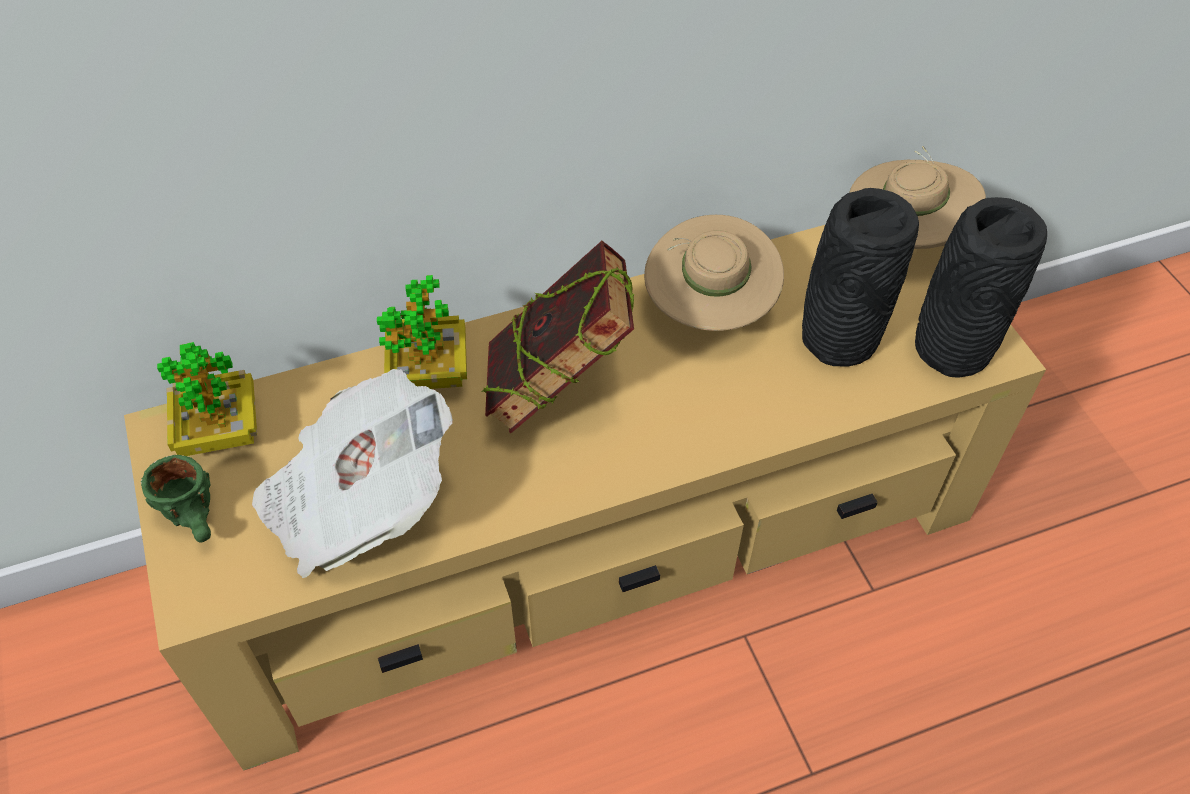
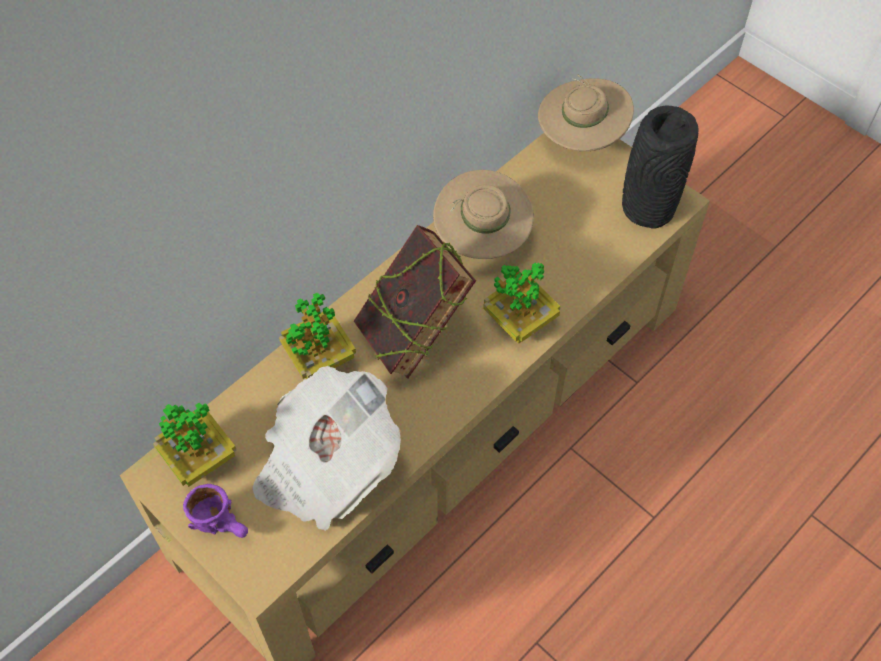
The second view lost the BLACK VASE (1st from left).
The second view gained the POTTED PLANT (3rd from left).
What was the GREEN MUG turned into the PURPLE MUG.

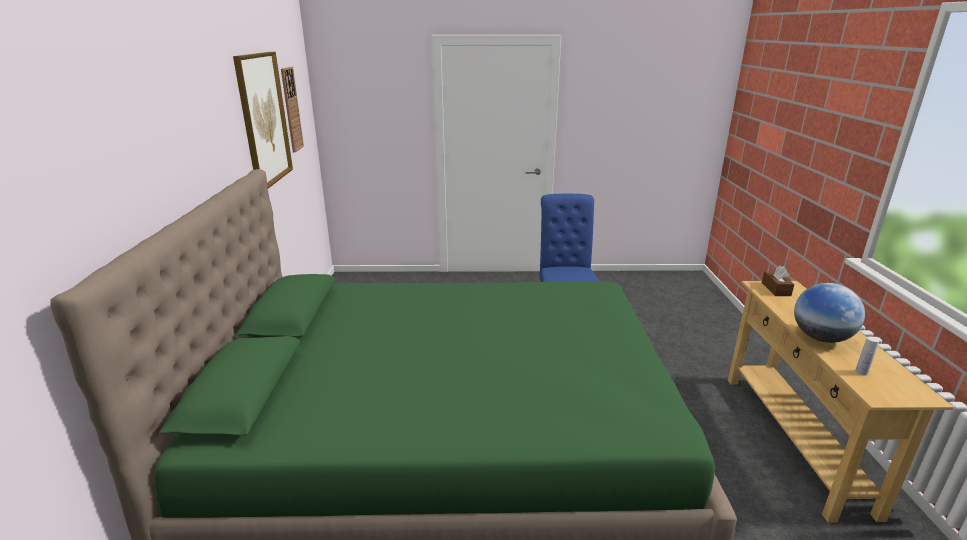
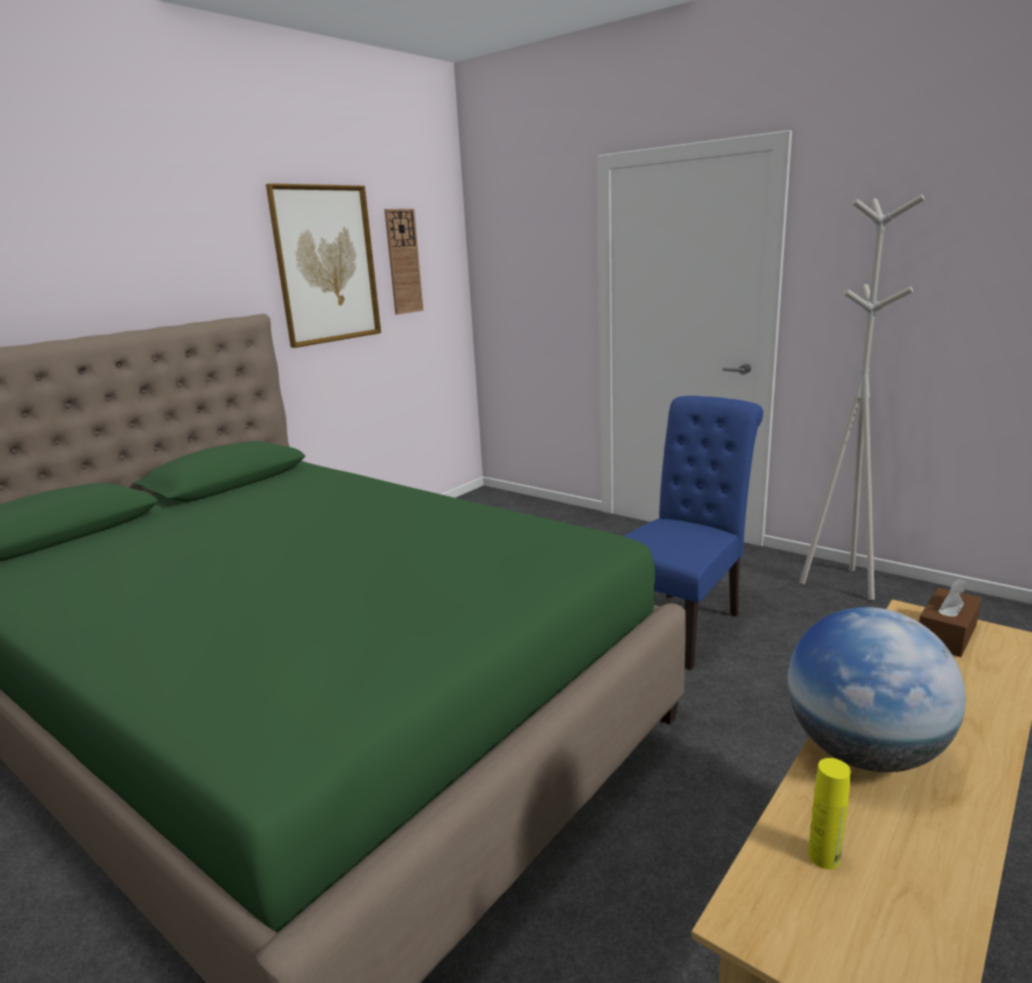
The second view gained the GREY CLOTHES RACK.
What was the WHITE BOTTLE turned into the YELLOW BOTTLE.

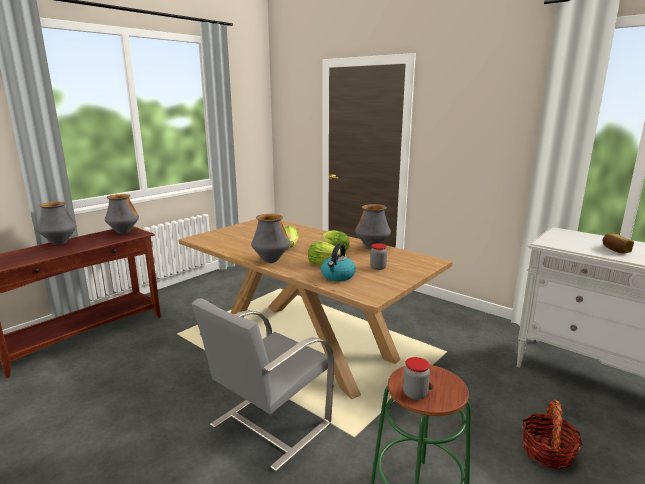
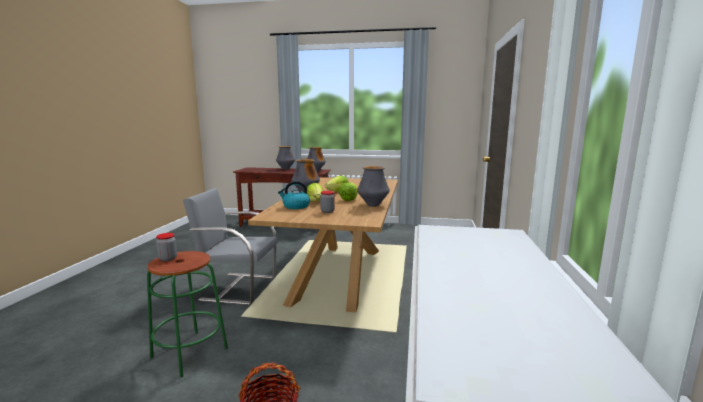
The second view lost the BREAD.

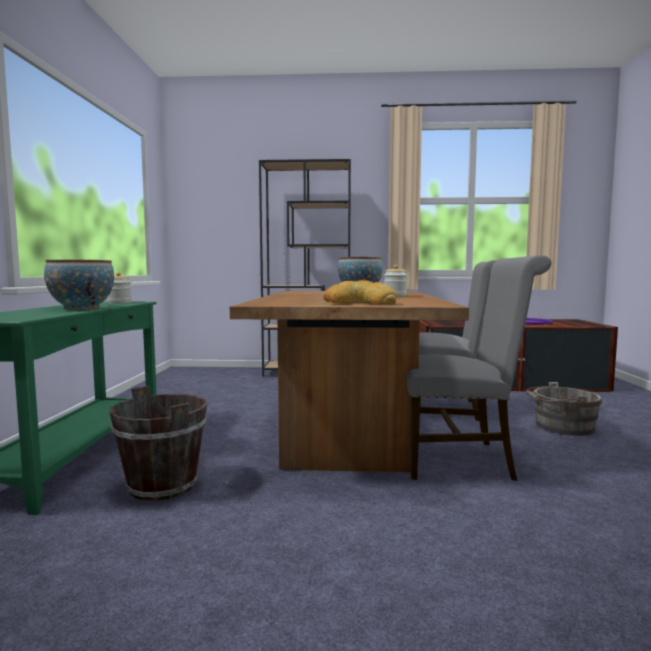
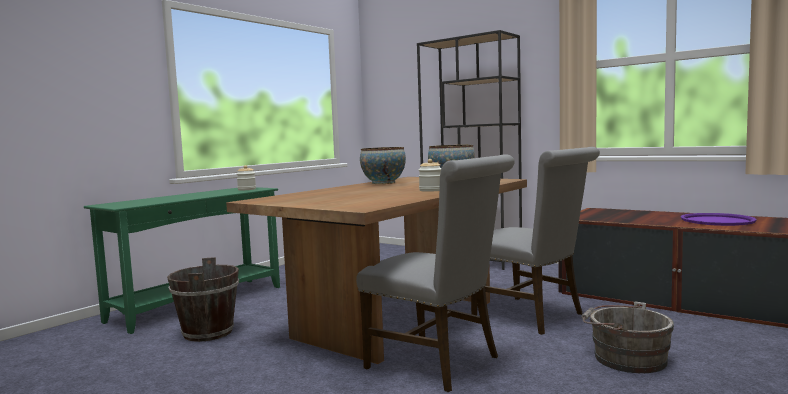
The second view lost the BREAD.
The BOWL (1st from left) ended up elsewhere.

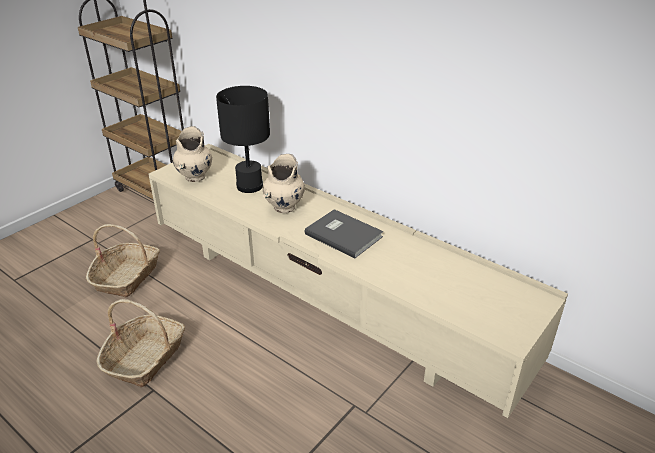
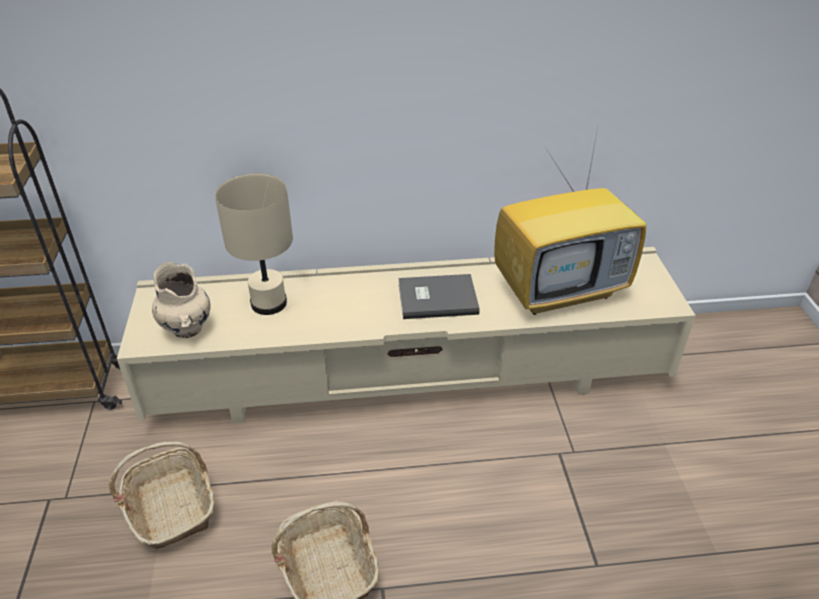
The second view lost the BEIGE VASE (2nd from left).
The second view gained the TELEVISION.
What was the BLACK TABLE LAMP turned into the BEIGE TABLE LAMP.

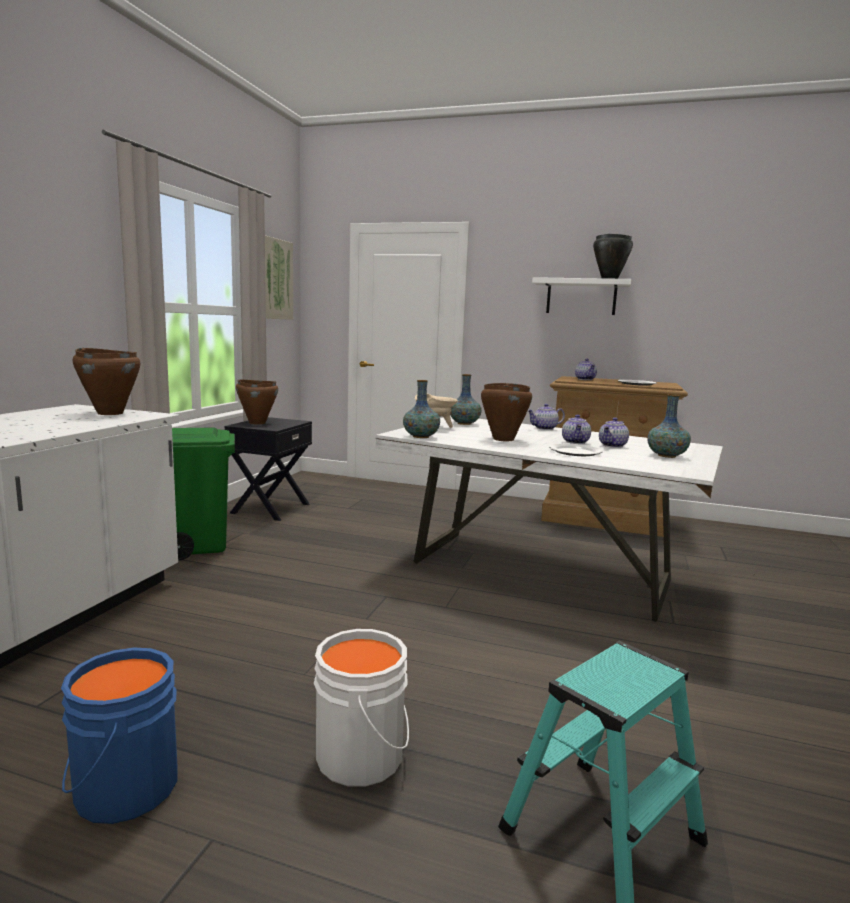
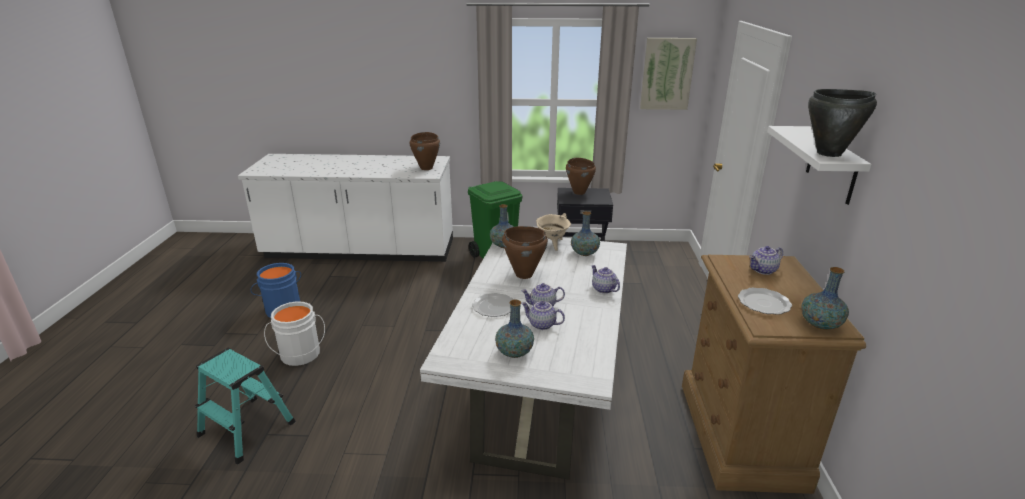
The second view gained the VASE (4th from left).

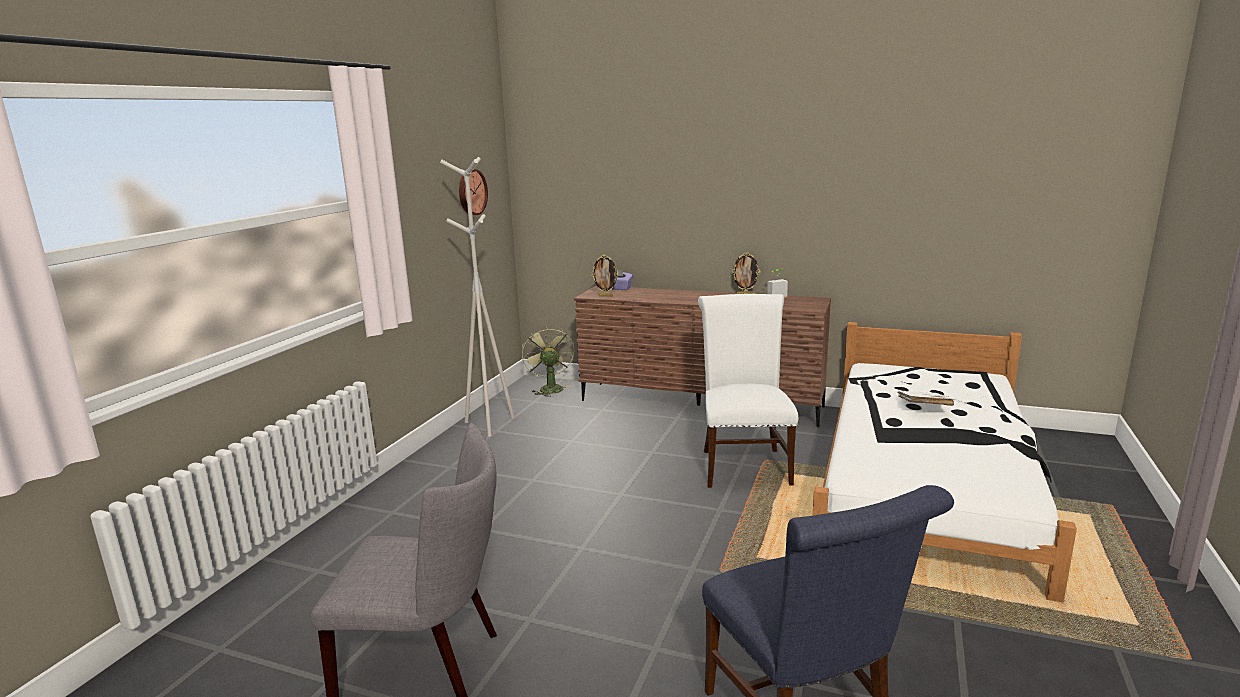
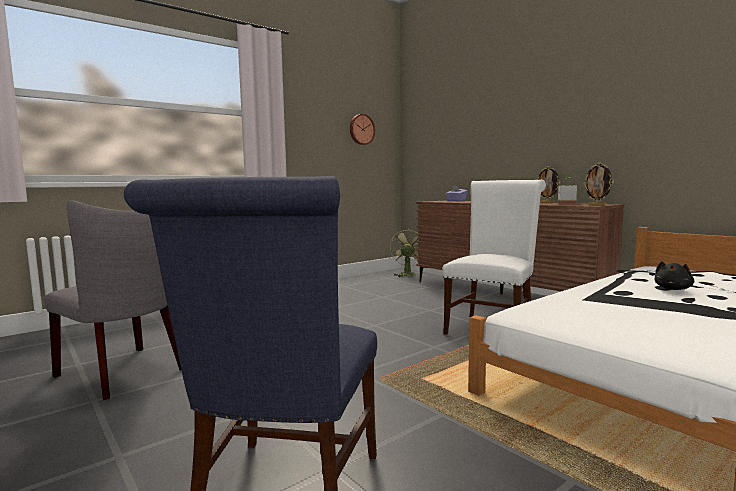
The second view lost the GREY CLOTHES RACK.
The PICTURE FRAME (1st from left in the first image) ended up elsewhere.
Where the WHITE BOOK stood, the BLACK PLUSH TOY came to stand.

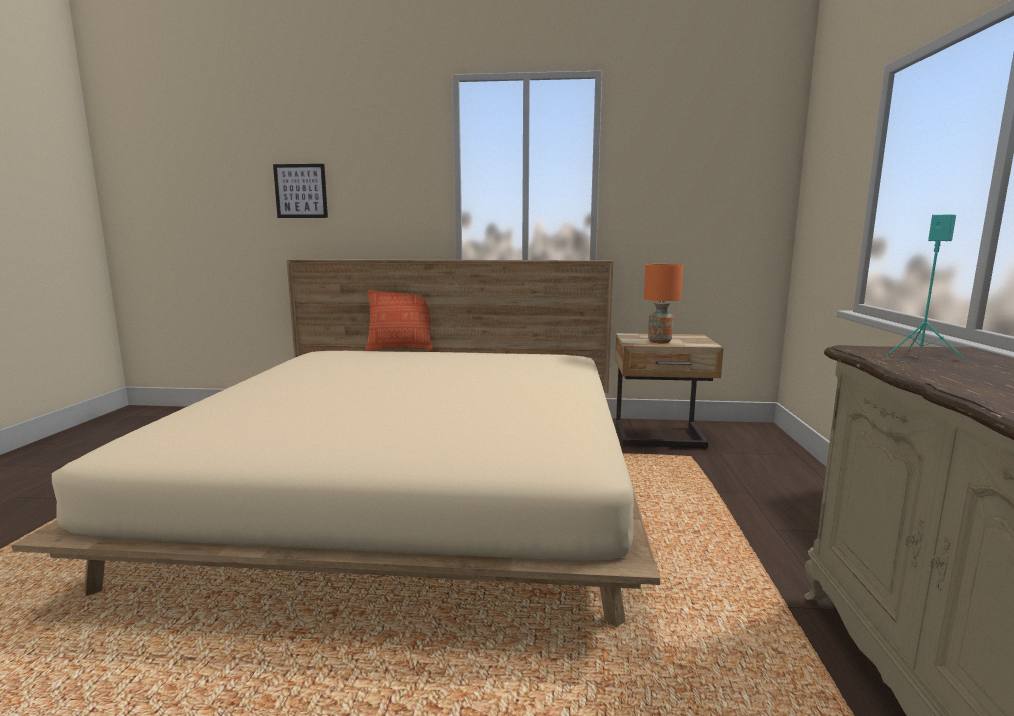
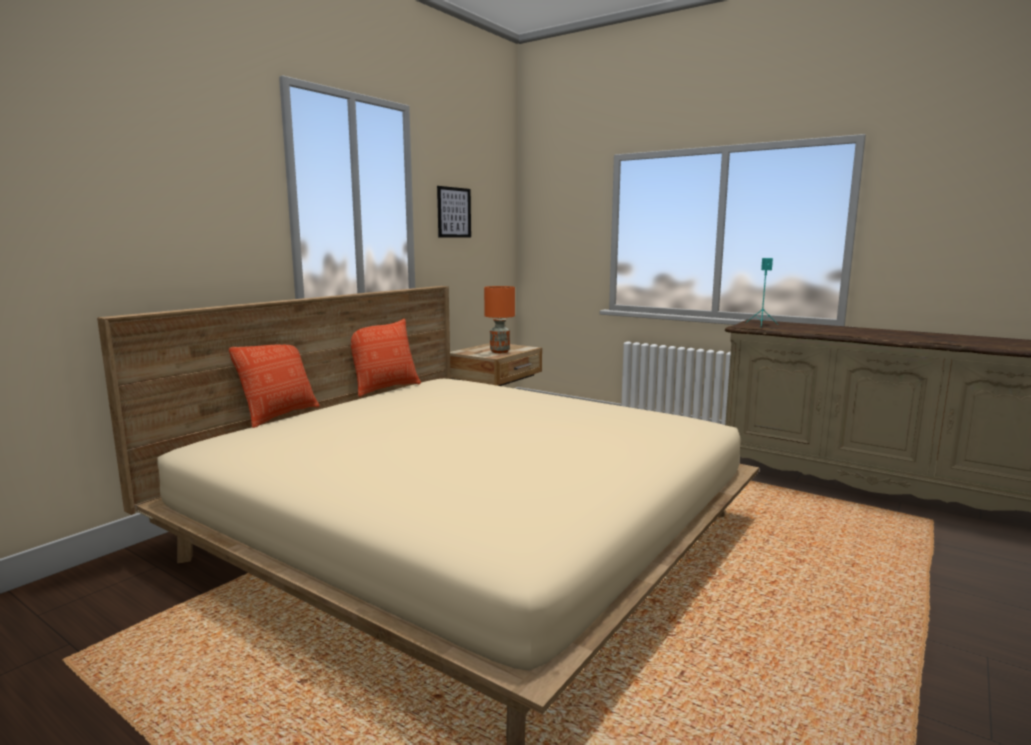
The second view gained the ORANGE PILLOW (2nd from left).
The PICTURE ended up elsewhere.

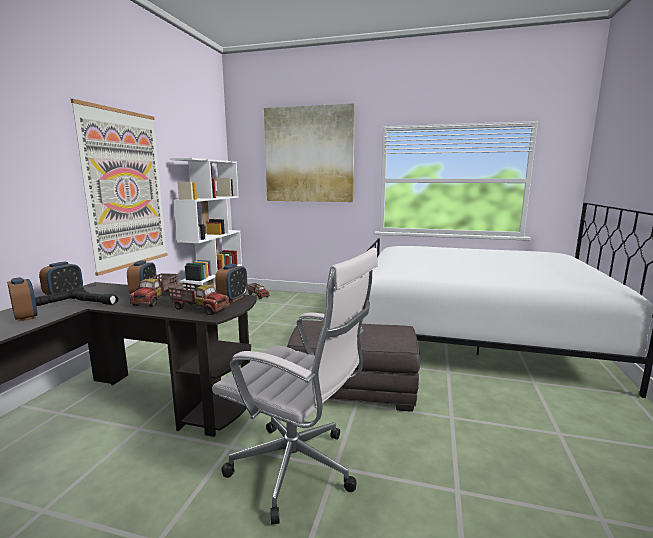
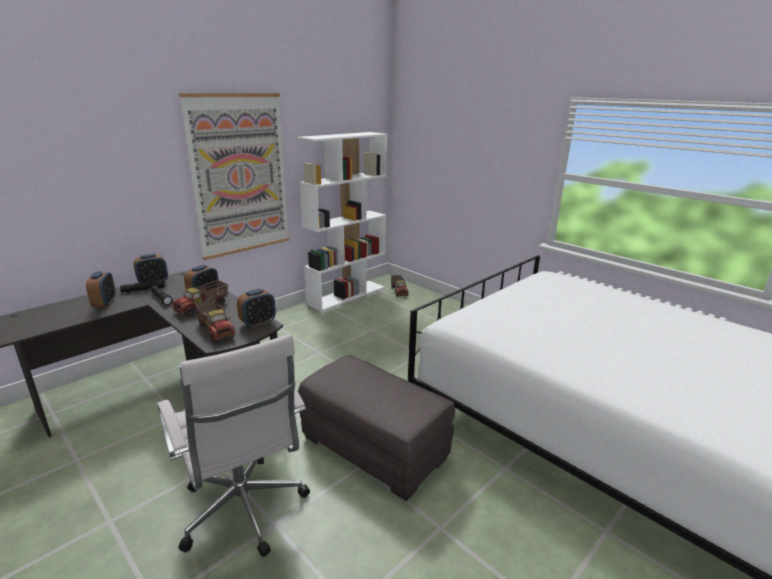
The second view lost the PICTURE (2nd from left).

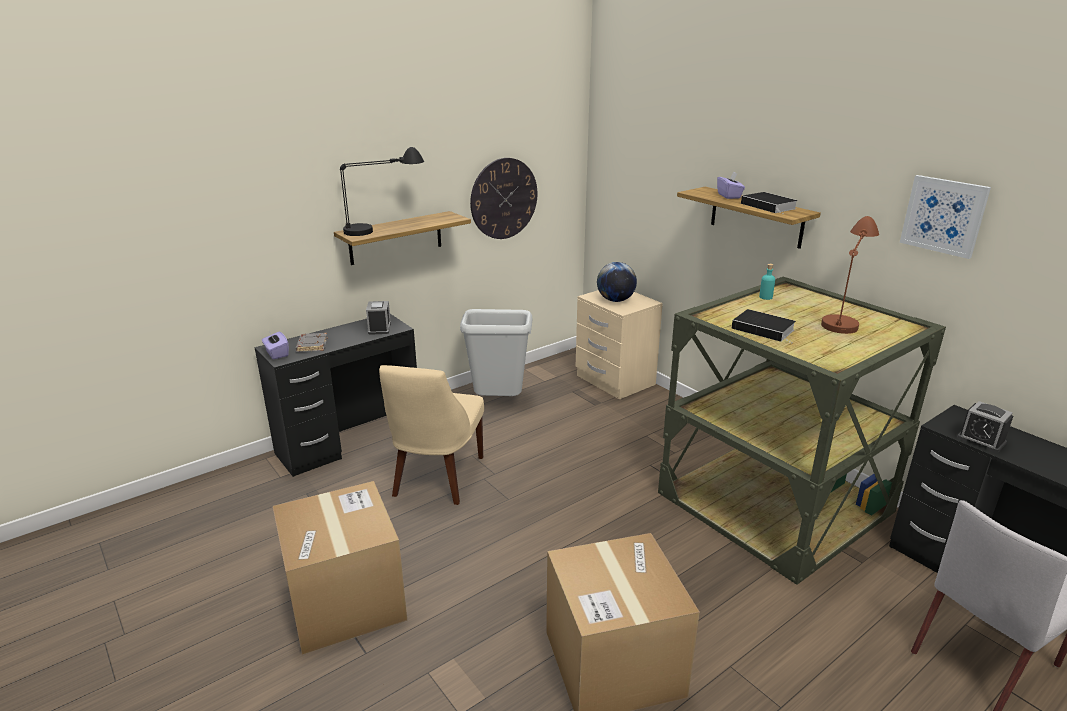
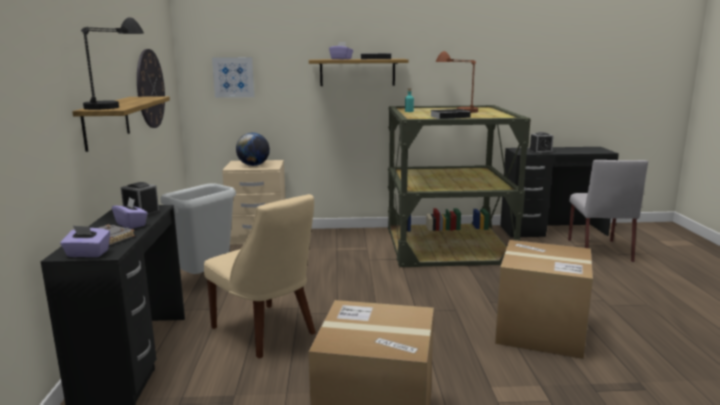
The second view gained the PURPLE TISSUE BOX (2nd from left).
The PICTURE ended up elsewhere.

